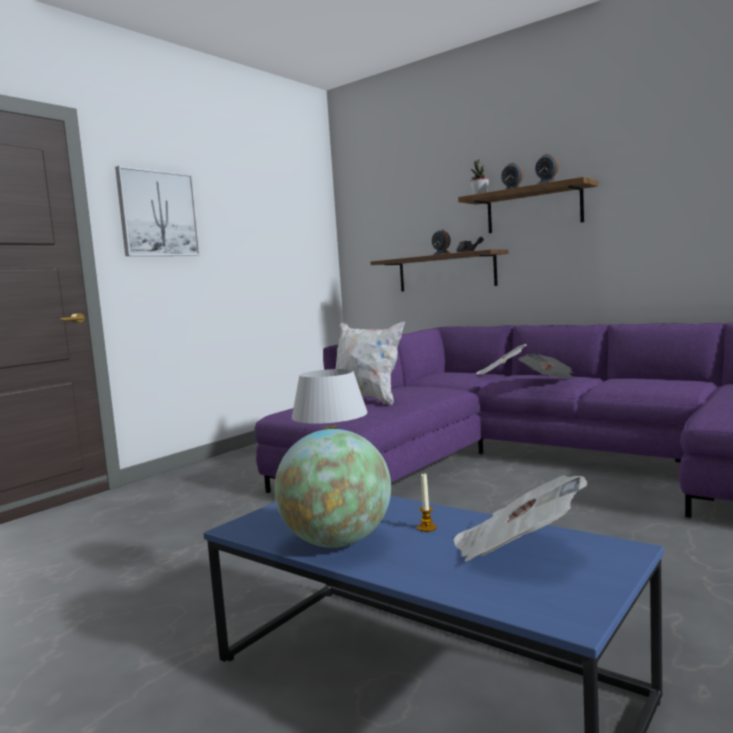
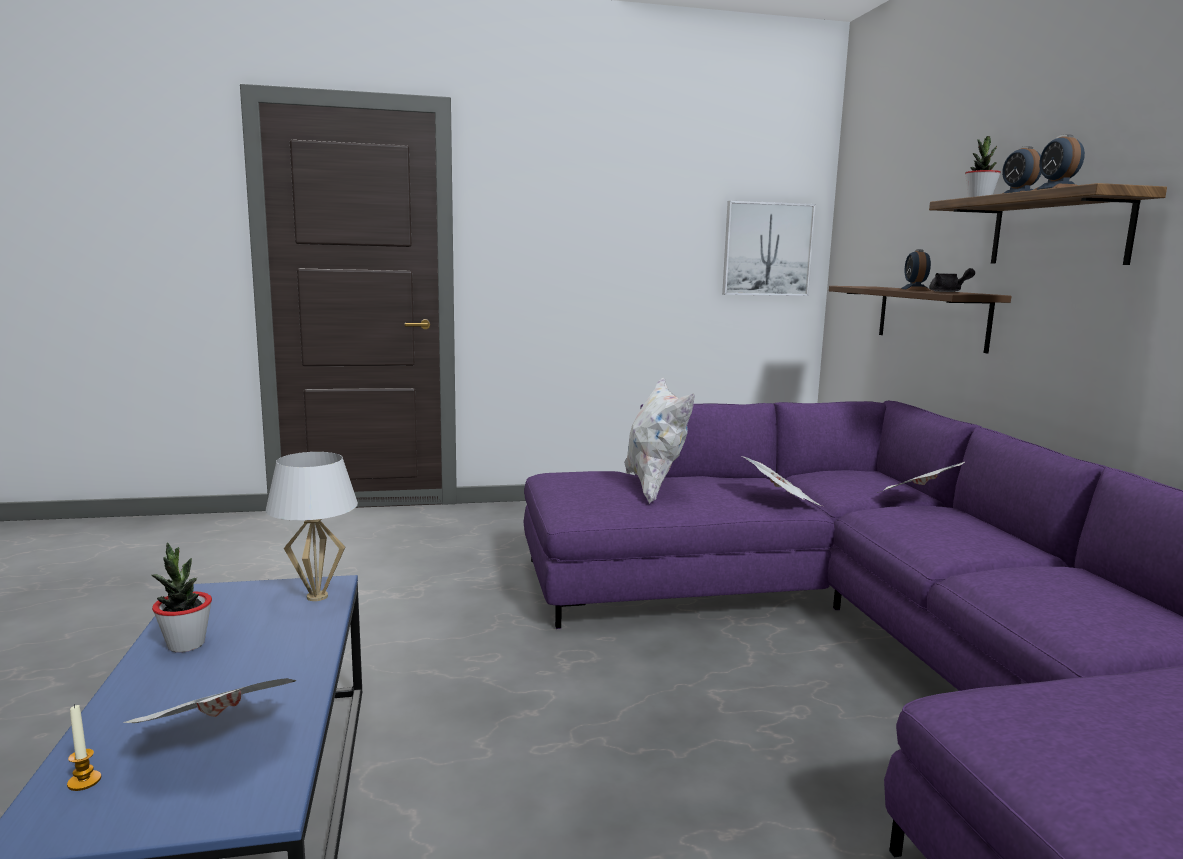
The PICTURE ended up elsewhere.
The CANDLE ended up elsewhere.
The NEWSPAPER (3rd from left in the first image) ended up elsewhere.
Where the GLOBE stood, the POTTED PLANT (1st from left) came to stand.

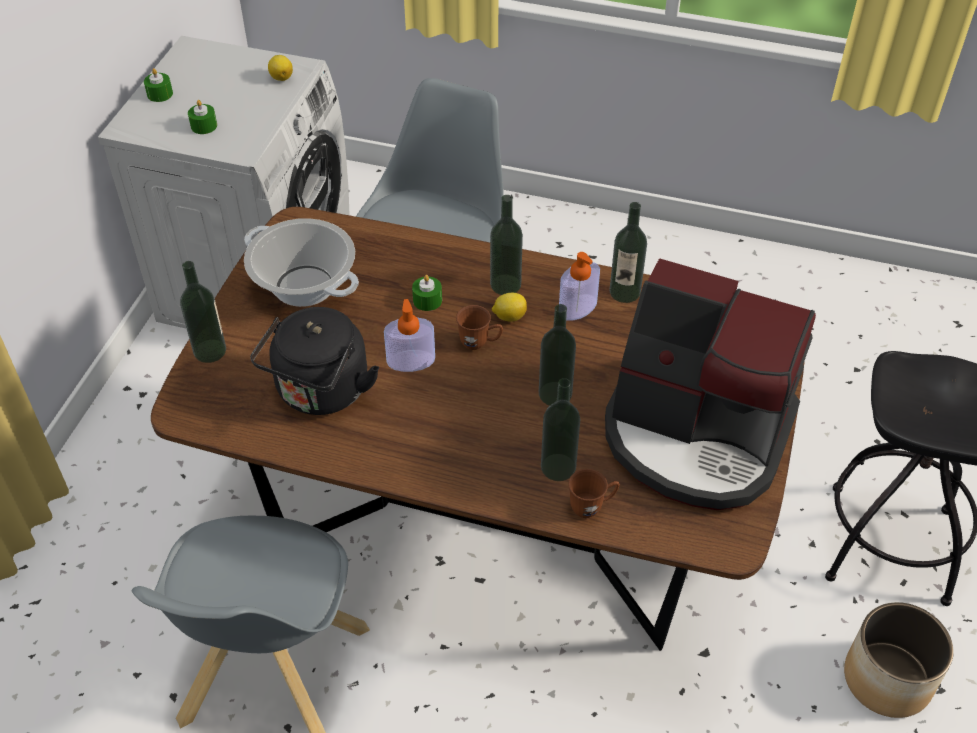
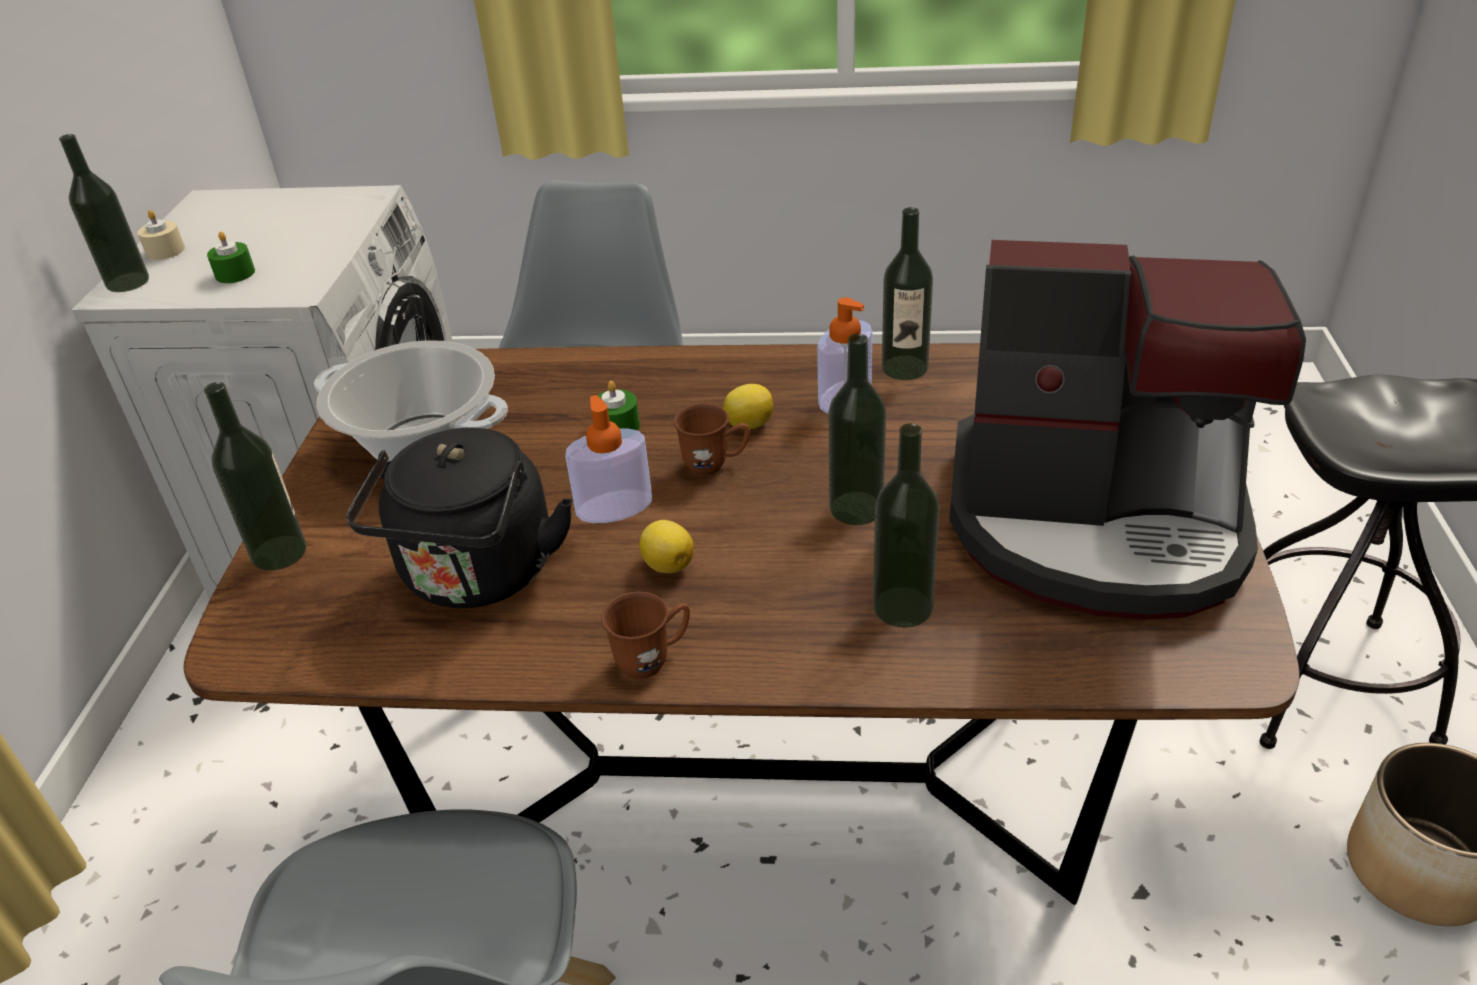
The LEMON (1st from left) ended up elsewhere.
The BOTTLE (2nd from left in the first image) ended up elsewhere.
The BROWN MUG (2nd from left in the first image) ended up elsewhere.
What was the GREEN CANDLE (1st from left) turned into the BEIGE CANDLE.

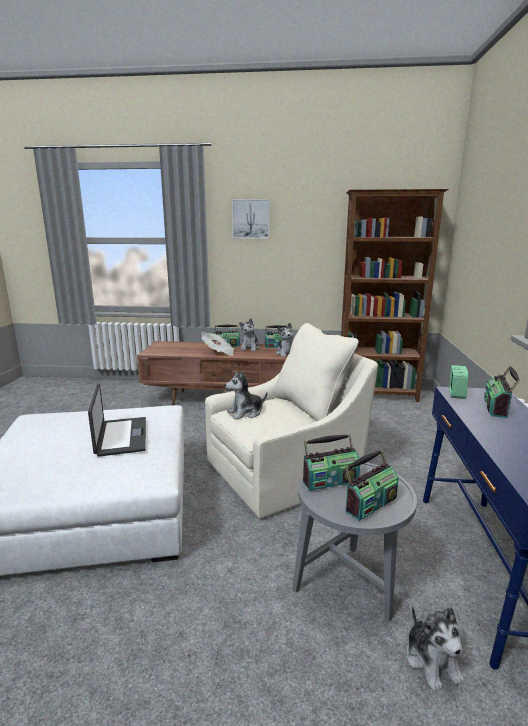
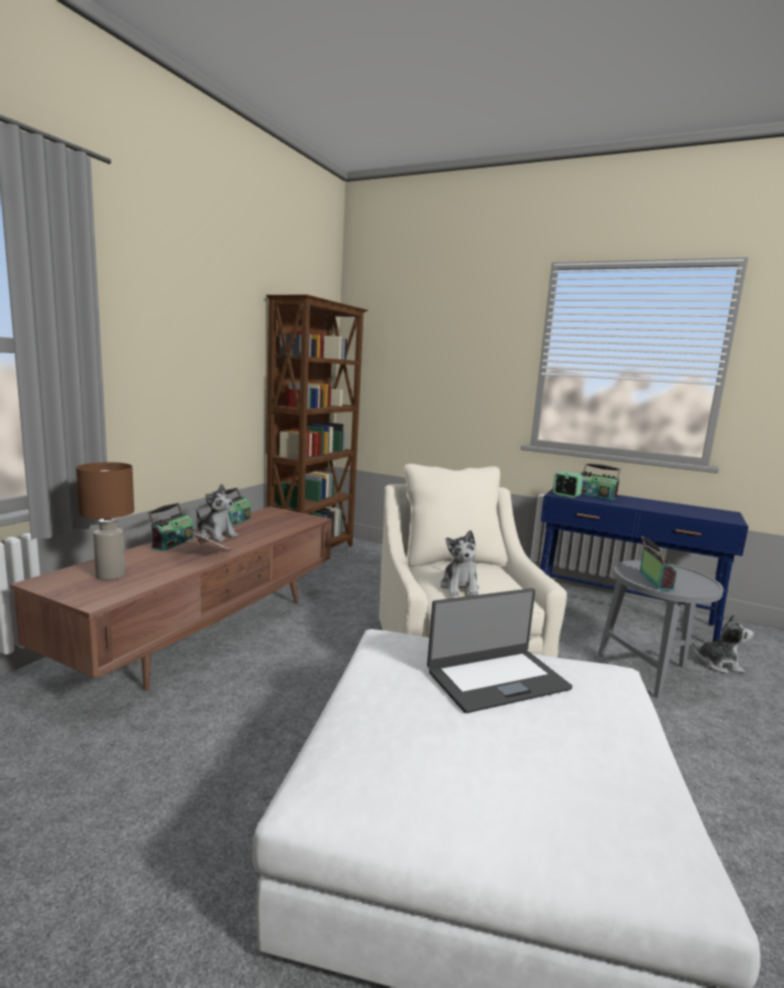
The second view lost the PICTURE.
The second view lost the PLUSH TOY (3rd from left).
The second view lost the RADIO (4th from left).
The second view gained the BROWN TABLE LAMP.
The LAPTOP ended up facing another way, 150 degrees clockwise from before.

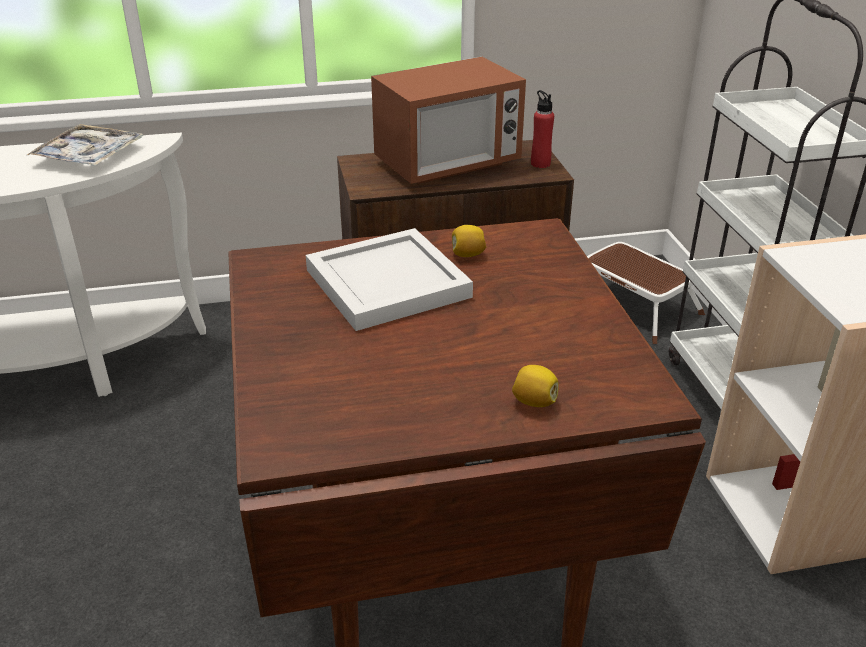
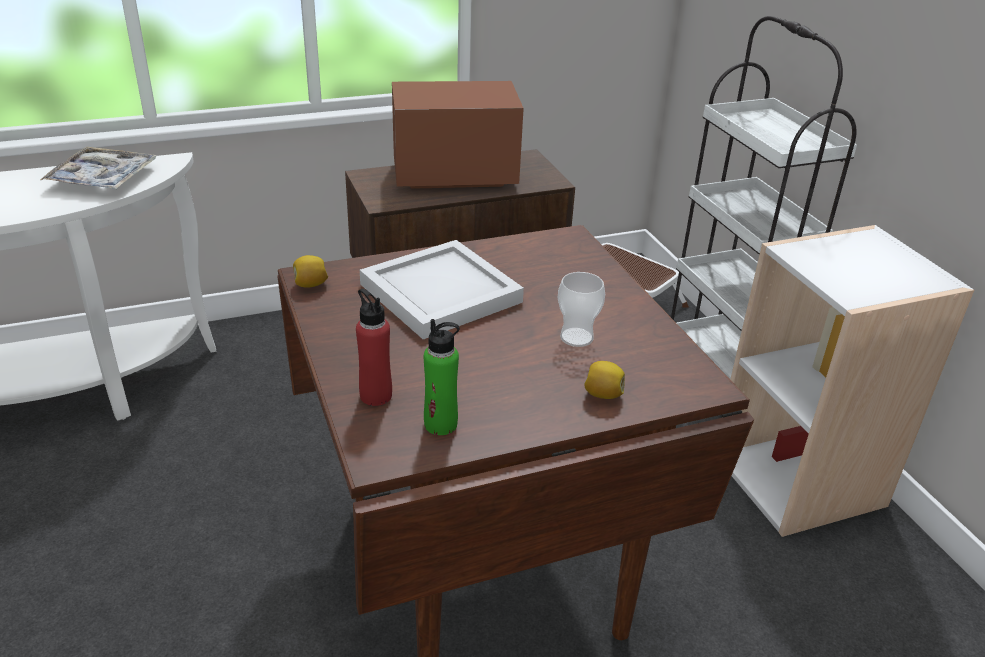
The second view gained the GREEN BOTTLE.
The second view gained the CUP.
The LEMON (1st from left) ended up elsewhere.
The RED BOTTLE ended up elsewhere.
The MICROWAVE ended up facing another way, 150 degrees counterclockwise from before.

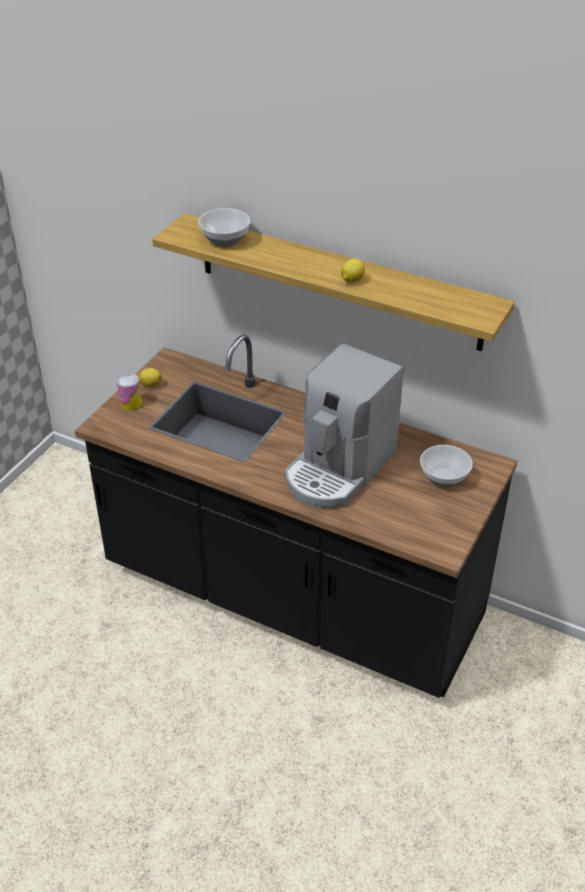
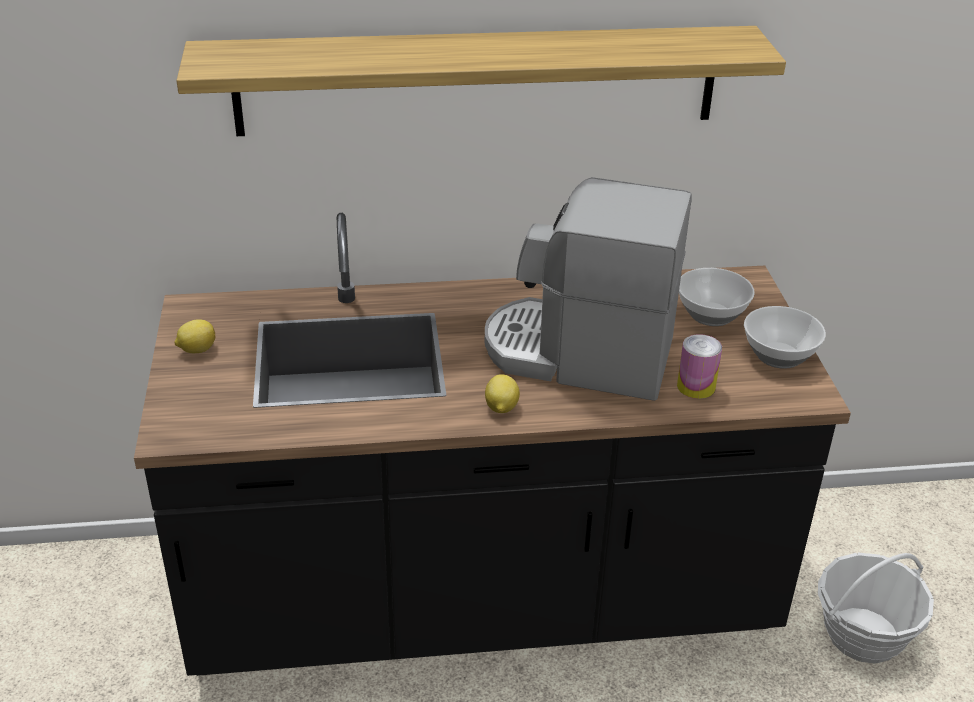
The second view gained the BASKET.
The CAN ended up elsewhere.
The BOWL (1st from left in the first image) ended up elsewhere.
The LEMON (2nd from left) ended up elsewhere.
The COFFEE MACHINE ended up facing another way, 105 degrees clockwise from before.

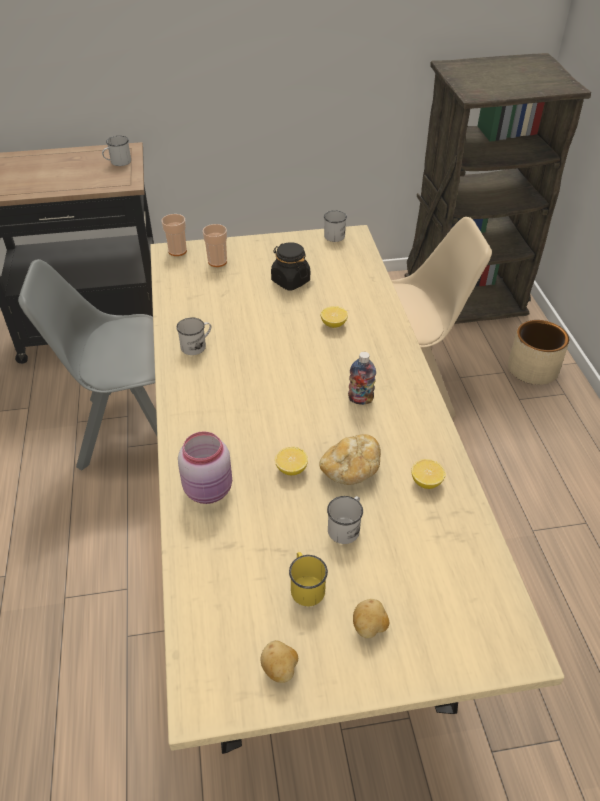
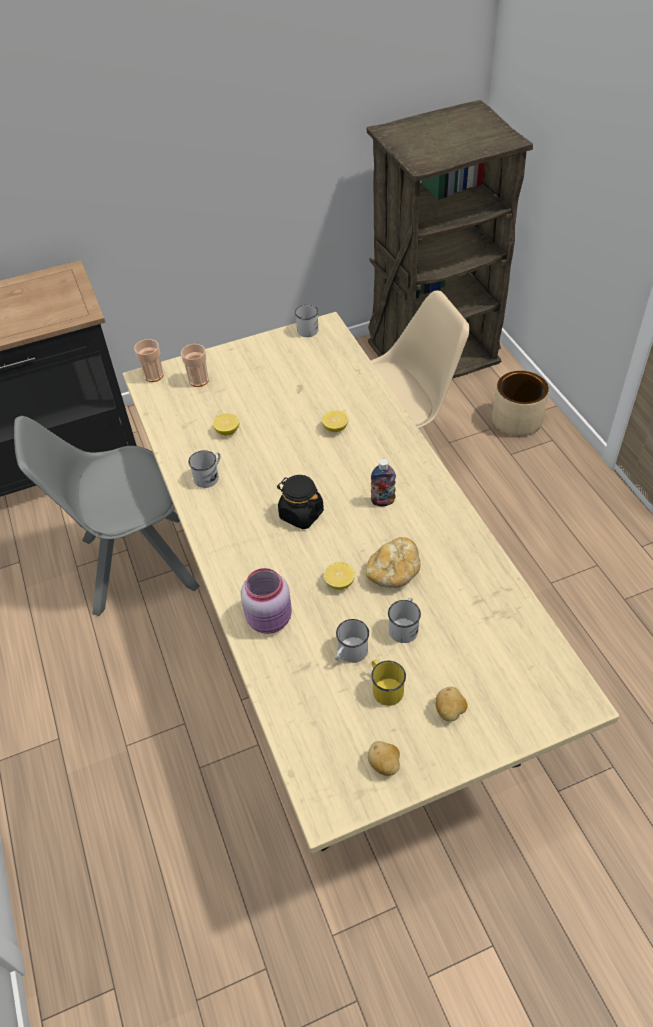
The WHITE MUG (1st from left in the first image) ended up elsewhere.
The BLACK JAR ended up elsewhere.
The LEMON (3rd from left in the first image) ended up elsewhere.

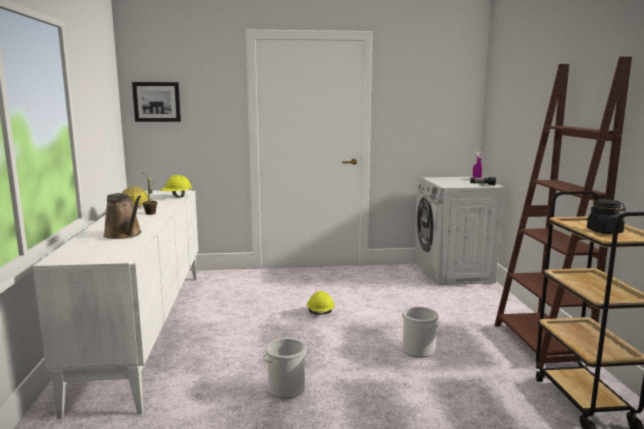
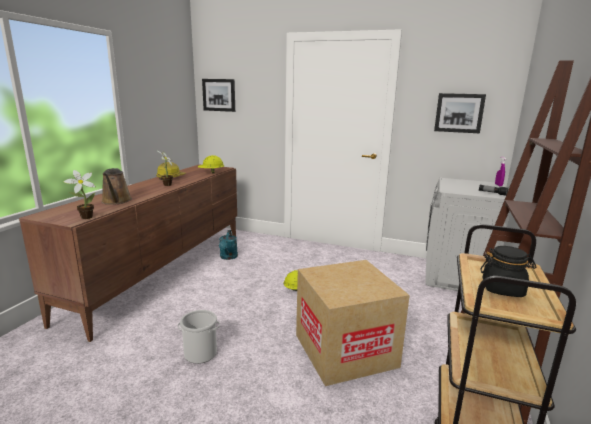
The second view gained the POTTED PLANT (1st from left).
The second view gained the TURQUOISE WATERING CAN.
The second view gained the PICTURE (2nd from left).
Where the BUCKET (2nd from left) stood, the CARDBOARD BOX came to stand.
What was the WHITE CABINET turned into the BROWN CABINET.

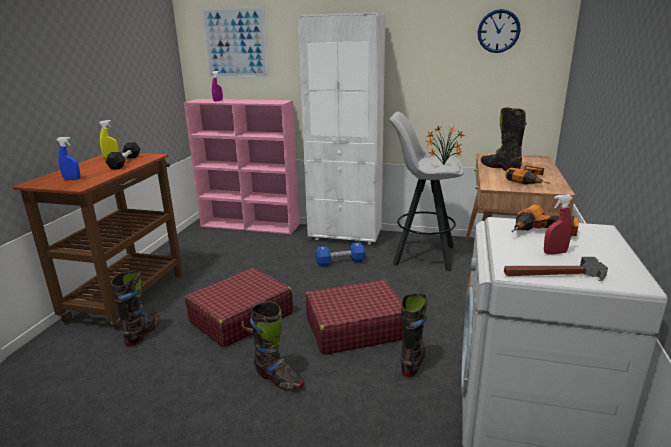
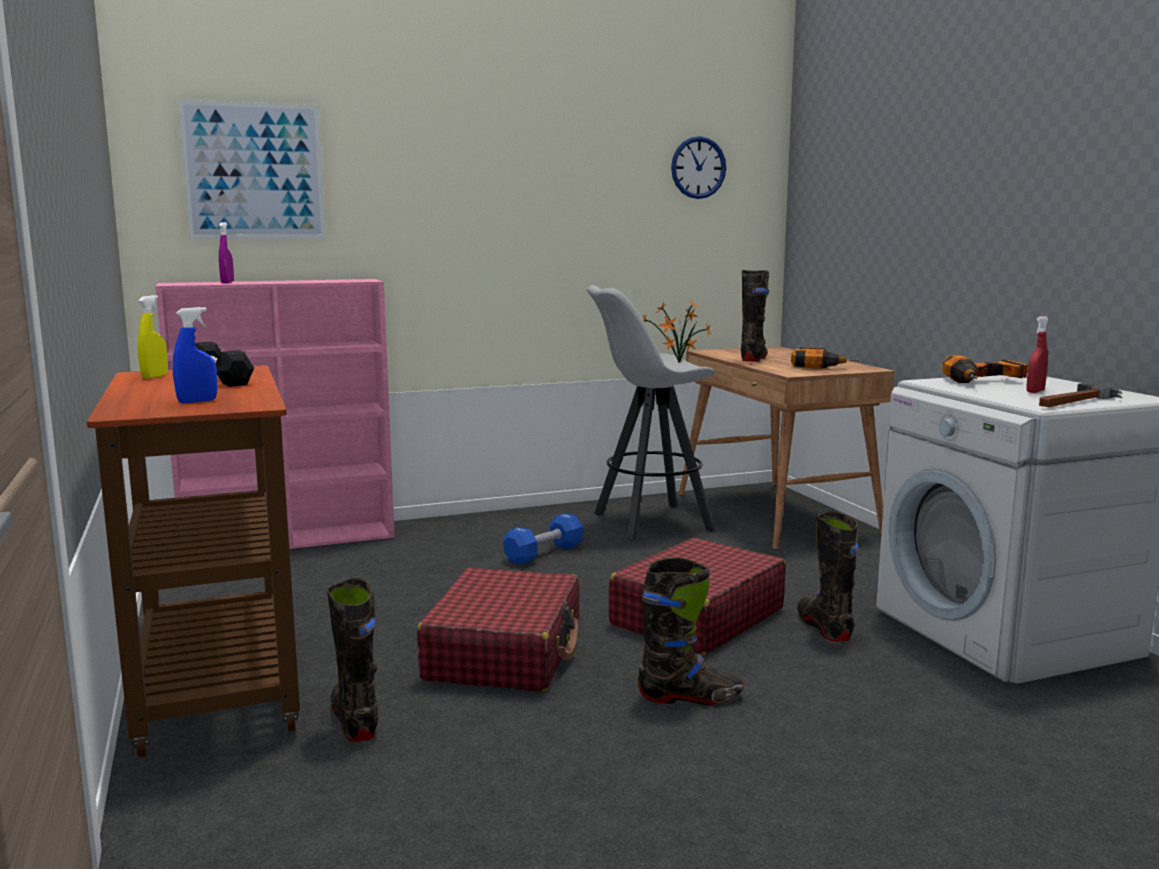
The second view lost the WHITE CABINET.
The BLACK BOOT (4th from left in the first image) ended up facing another way, 90 degrees clockwise from before.

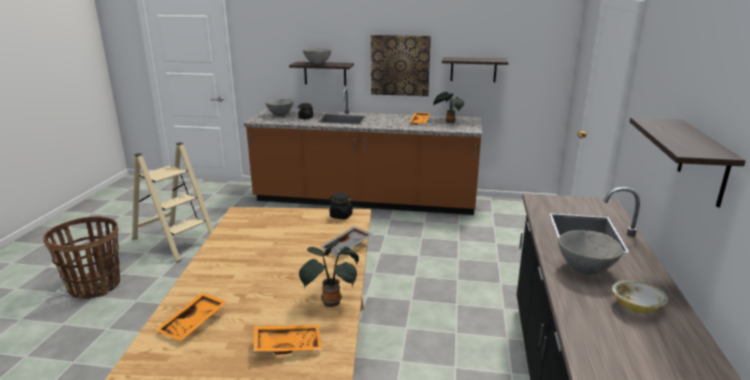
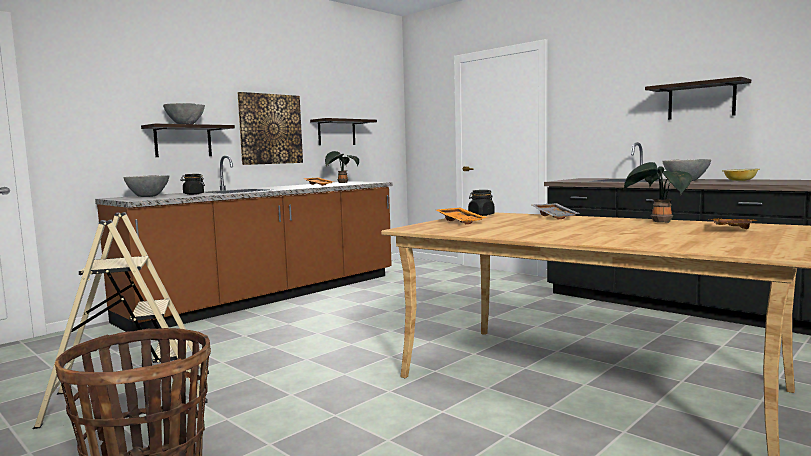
The ORANGE TRAY (1st from left in the first image) ended up elsewhere.

